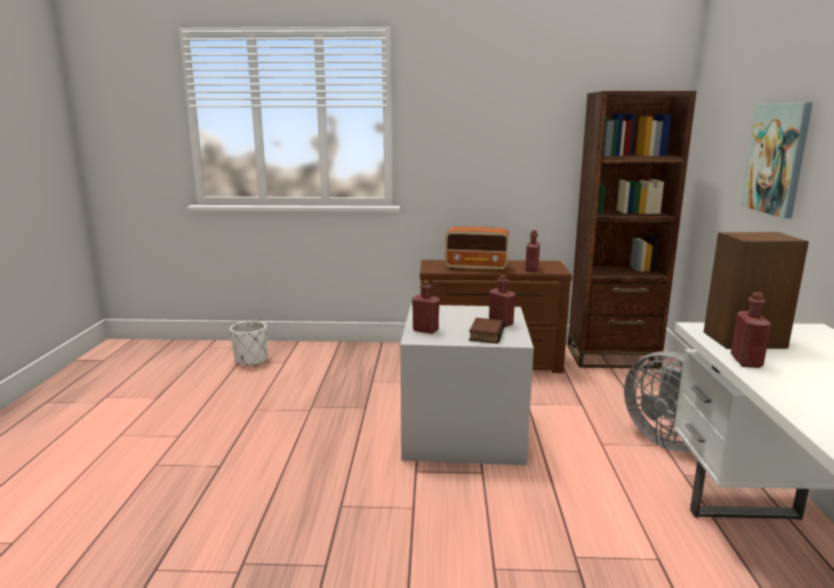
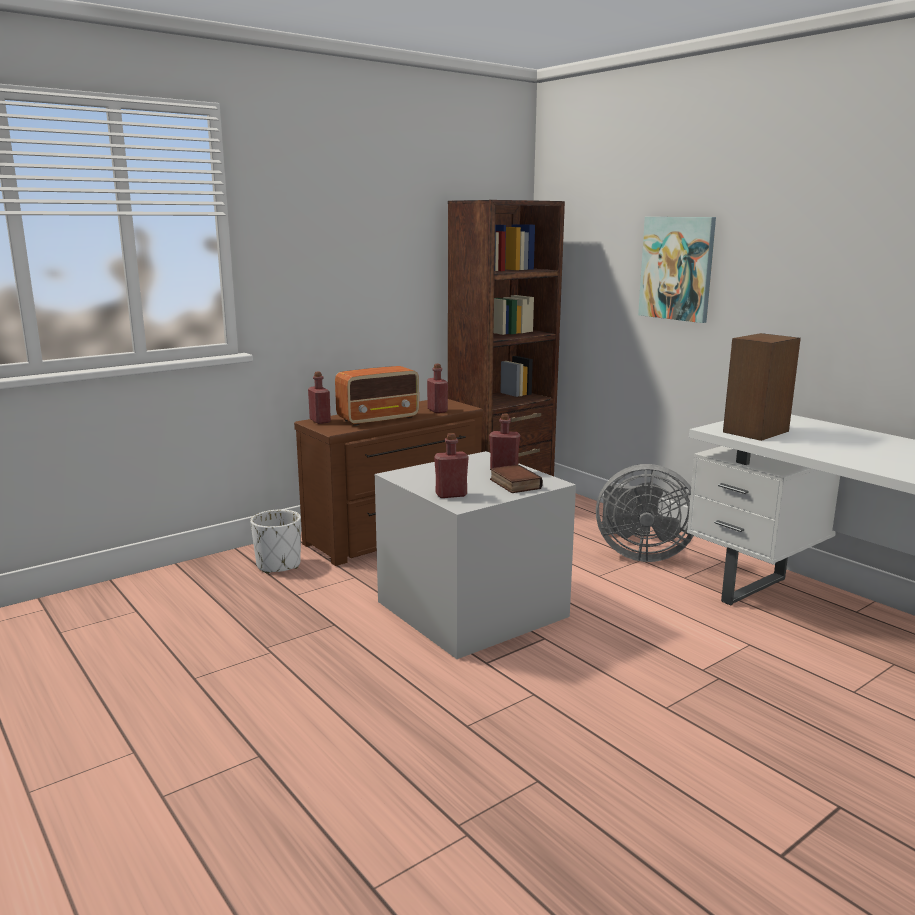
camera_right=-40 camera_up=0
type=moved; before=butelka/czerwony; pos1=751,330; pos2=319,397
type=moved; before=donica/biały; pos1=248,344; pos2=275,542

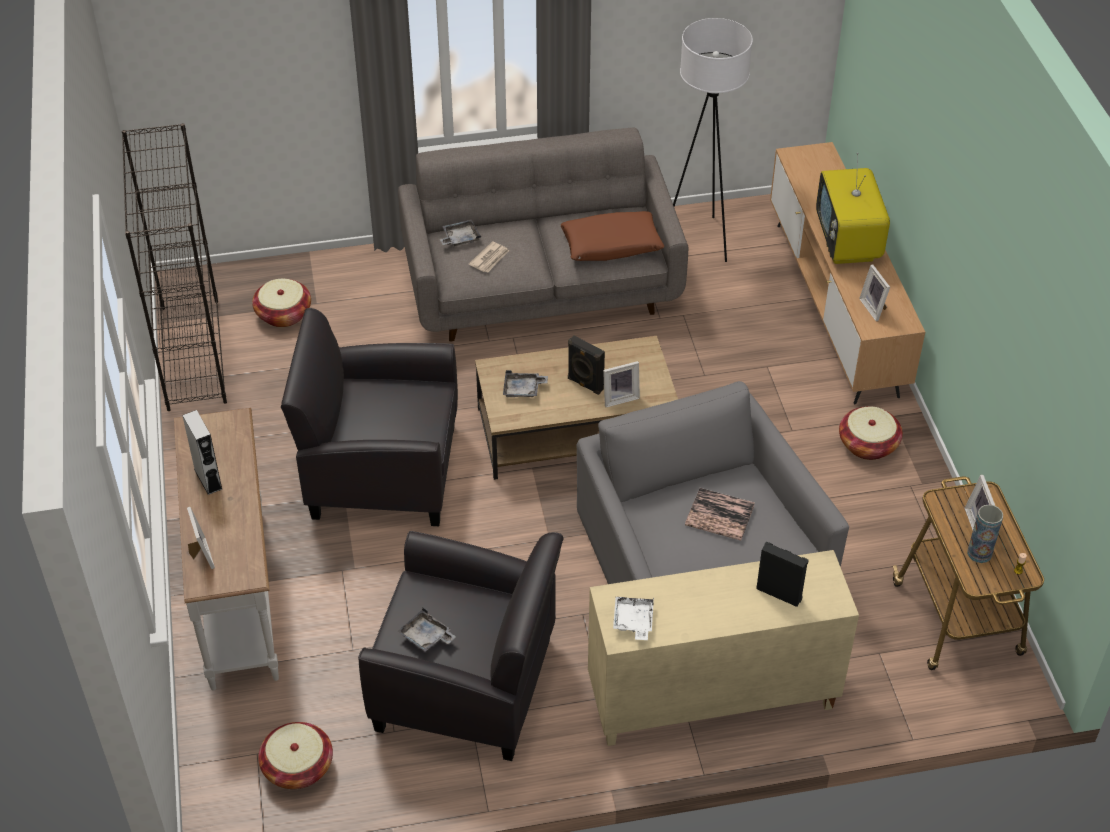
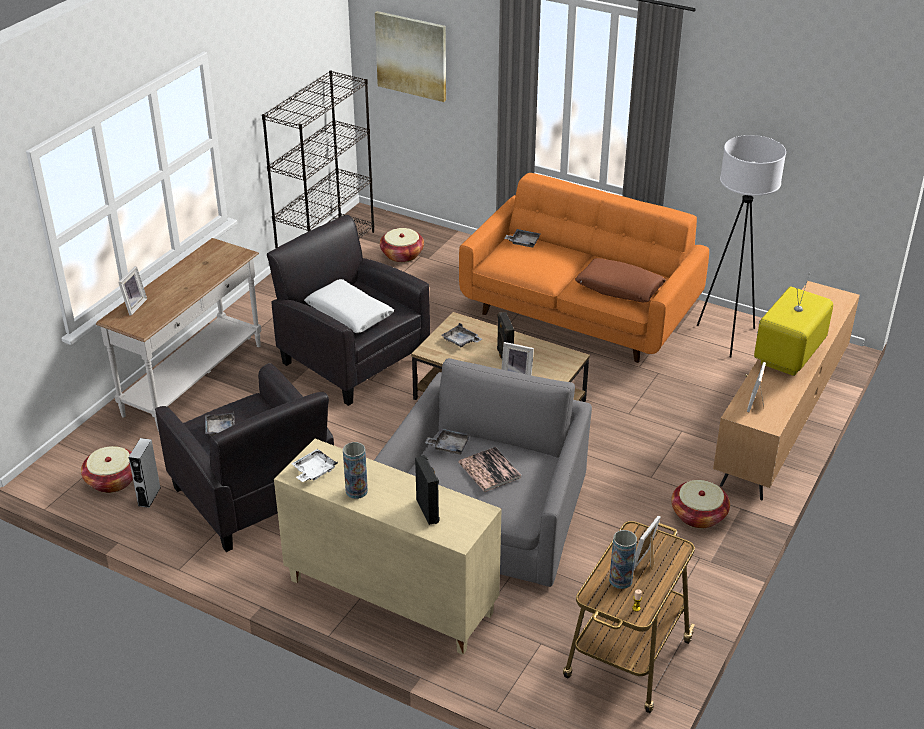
camera_right=40 camera_up=-10
type=recoloured; before=kanapa/szary; after=kanapa/pomarańczowy; pos1=543,235; pos2=584,268
type=removed; before=gazeta; pos1=489,257
type=moved; before=głośnik/szary; pos1=202,452; pos2=145,473
type=added; after=obraz; pos2=410,56
type=added; after=poduszka/biały; pos2=349,306
type=added; after=taca/szary; pos2=447,441
type=added; after=wazon; pos2=355,470

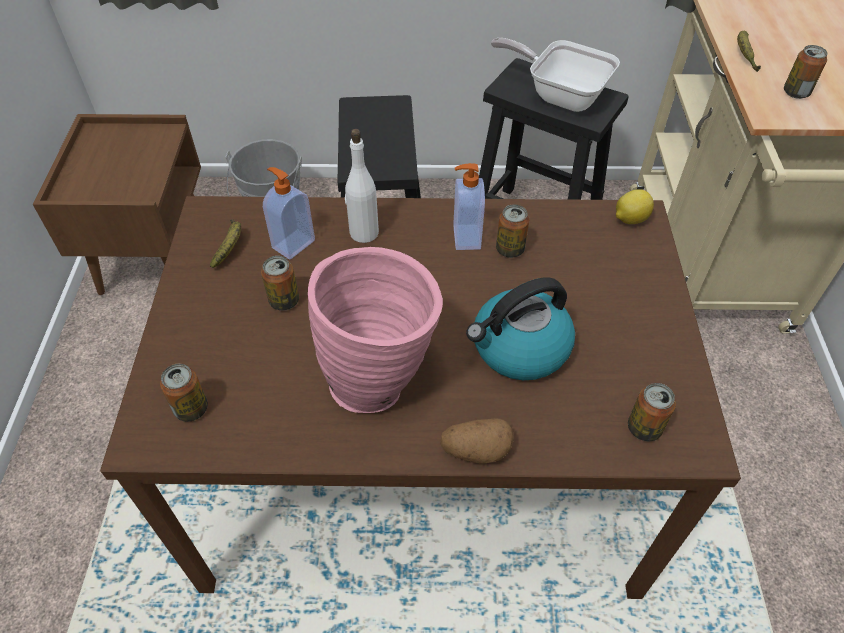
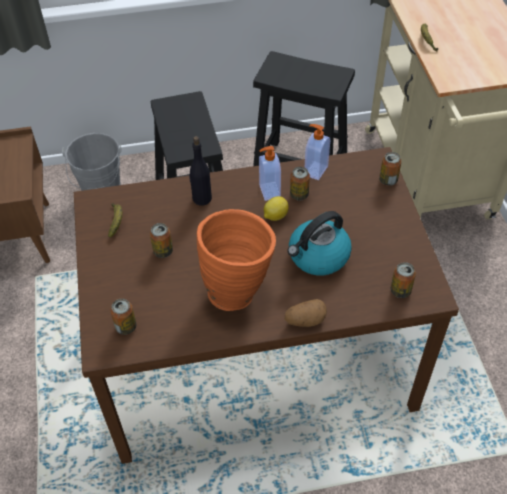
camera_right=-10 camera_up=0
type=removed; before=patelnia; pos1=555,75
type=moved; before=puszka; pos1=806,72; pos2=390,169
type=recoloured; before=butelka/biały; after=butelka/czarny; pos1=362,186; pos2=200,171
type=moved; before=dozownik mydła; pos1=289,213; pos2=317,152
type=moved; before=cytryna; pos1=635,206; pos2=276,208
type=recoloured; before=wazon/różowy; after=wazon/pomarańczowy; pos1=375,330; pos2=236,260

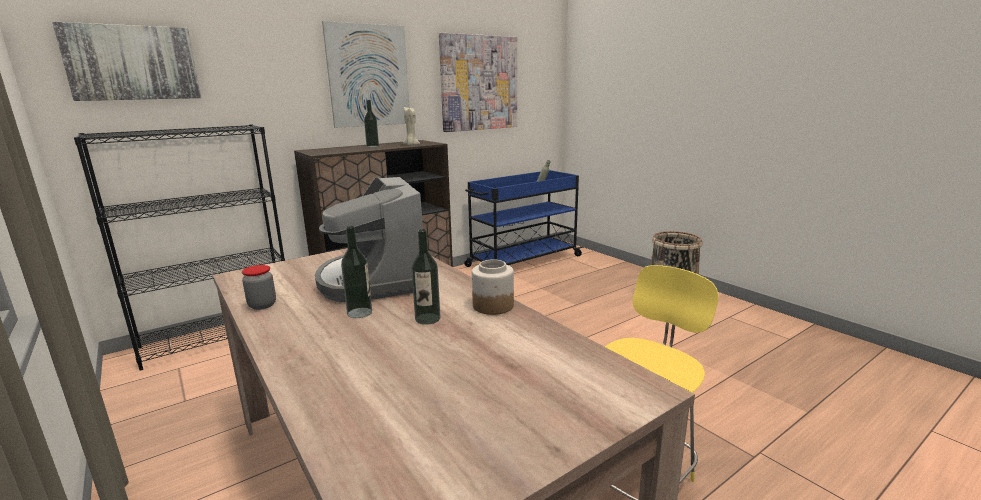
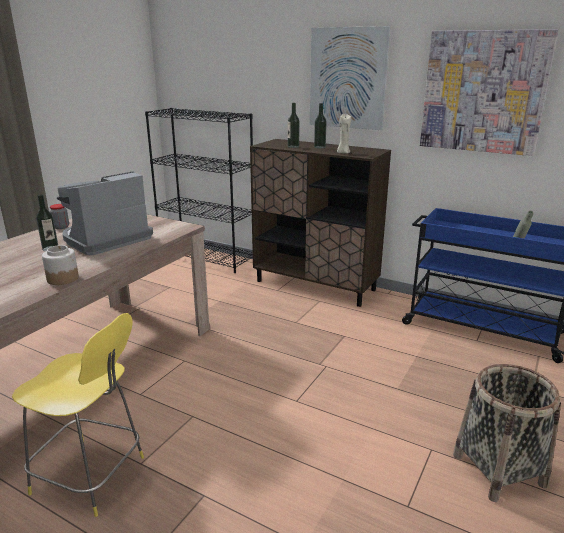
camera_right=65 camera_up=5
type=removed; before=obraz; pos1=126,61
type=moved; before=butelka; pos1=425,277; pos2=294,125

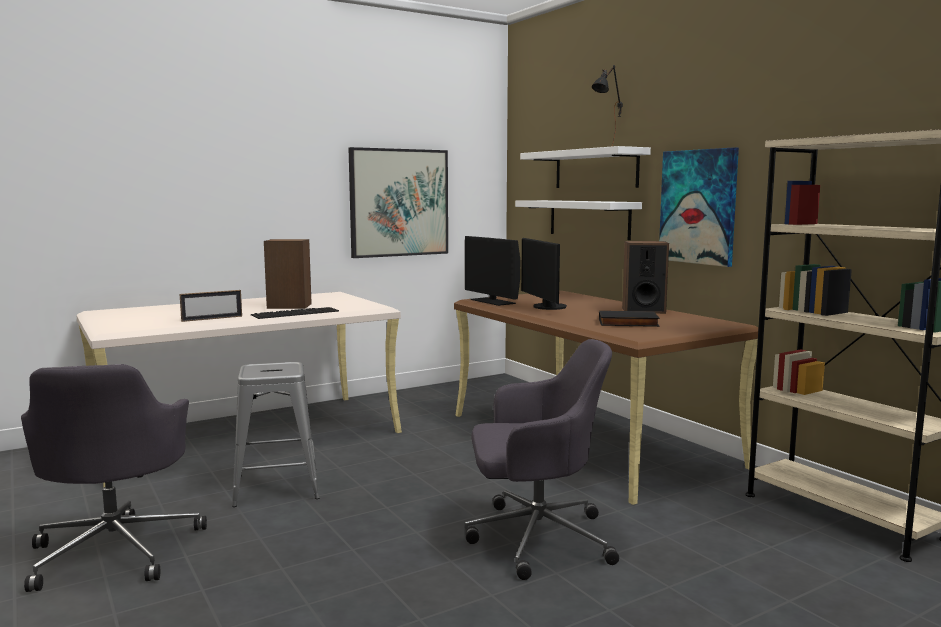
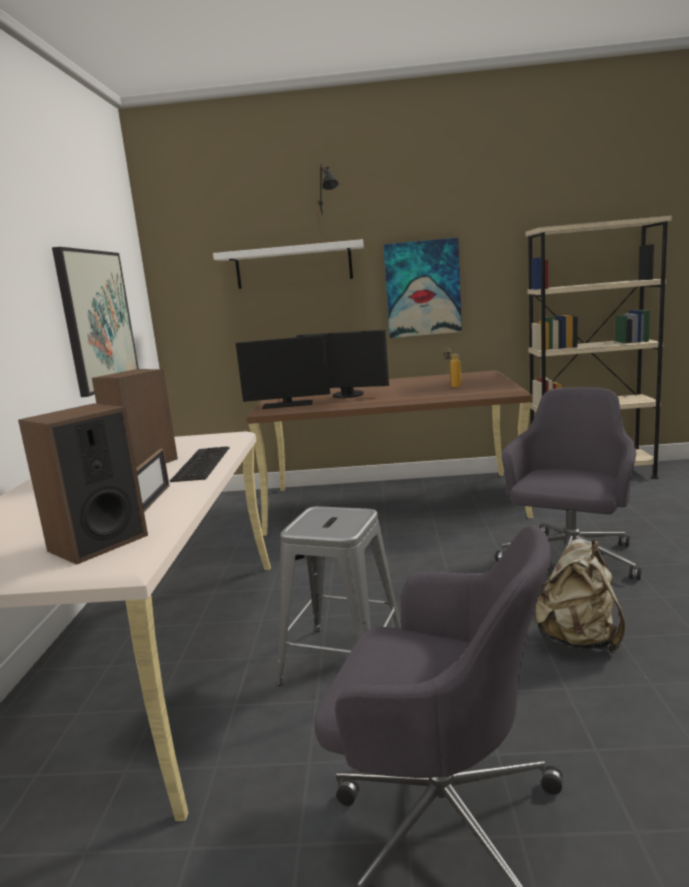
camera_right=-55 camera_up=5
type=removed; before=półka/biały; pos1=578,220
type=moved; before=głośnik; pos1=645,277; pos2=83,484
type=replaced; before=książka/czarny; after=butelka; pos1=629,319; pos2=452,367
type=added; after=plecak/beżowy; pos2=579,596

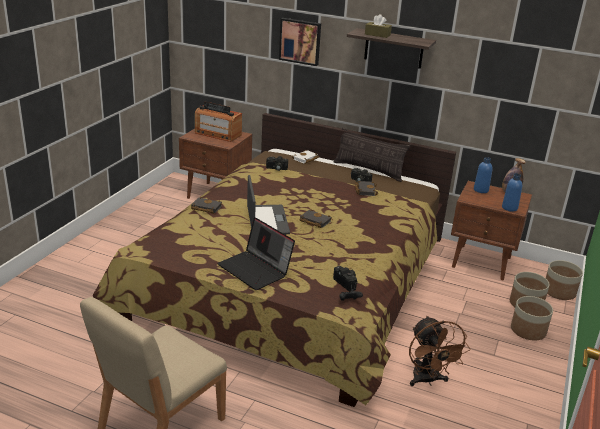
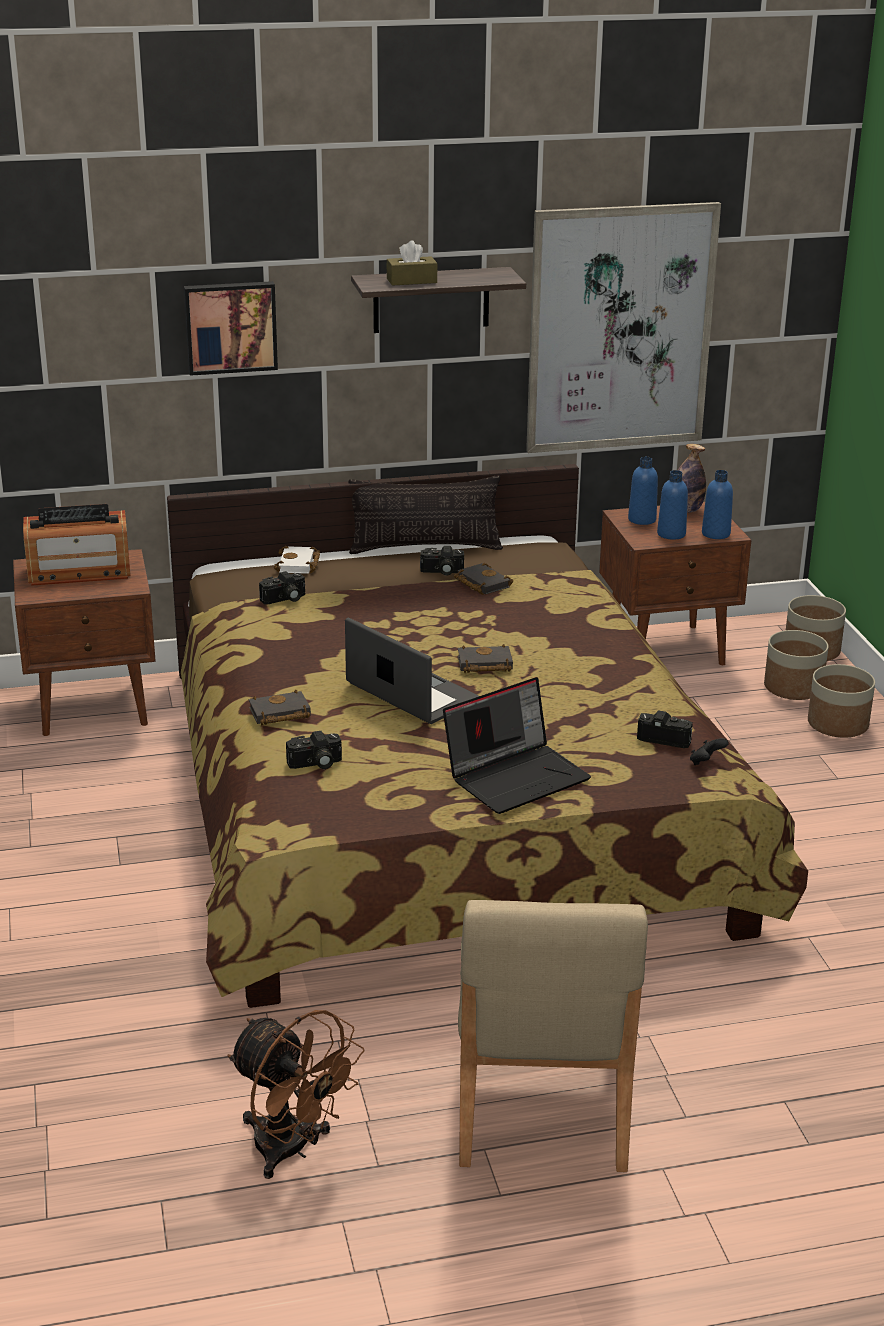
camera_right=-35 camera_up=0
type=turned; before=laptop; pos1=256,253; pos2=517,745; turn=-45
type=moved; before=wentylator/brązowy; pos1=440,351; pos2=295,1094
type=added; after=obraz; pos2=623,327
type=added; after=butelka/niebieski; pos2=672,505
type=added; after=aparat fotograficzny; pos2=314,750

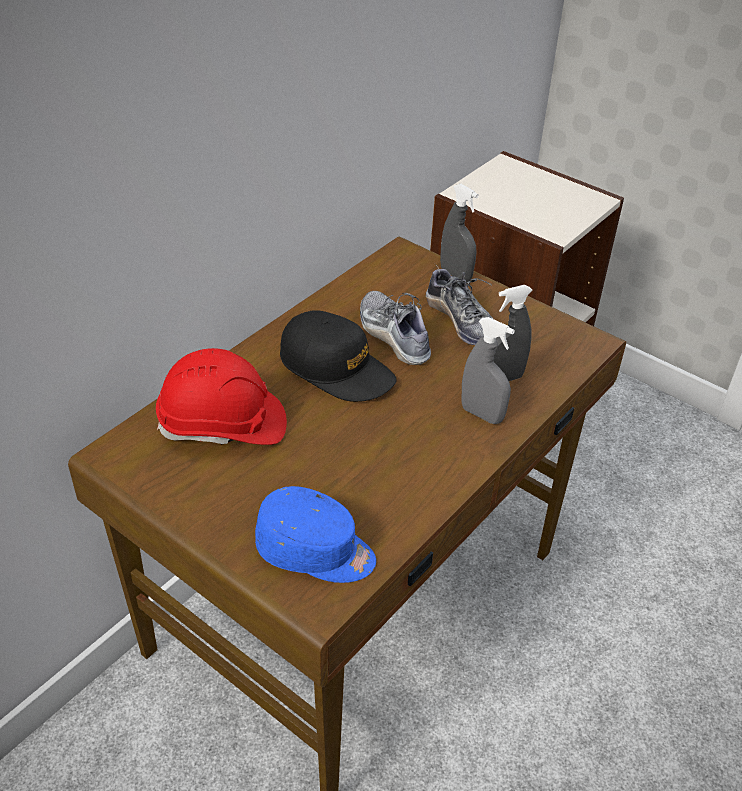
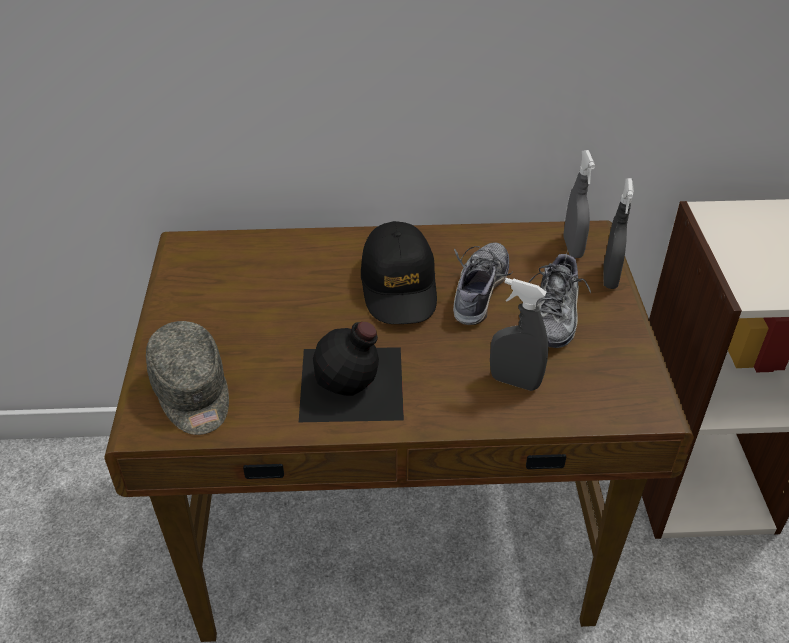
camera_right=50 camera_up=0
type=moved; before=spryskiwacz/szary; pos1=488,370; pos2=579,204
type=removed; before=kask/czerwony; pos1=221,396
type=recoloured; before=czapka z daszkiem/niebieski; after=czapka z daszkiem/szary; pos1=315,534; pos2=187,378
type=added; after=butelka/czarny; pos2=351,372

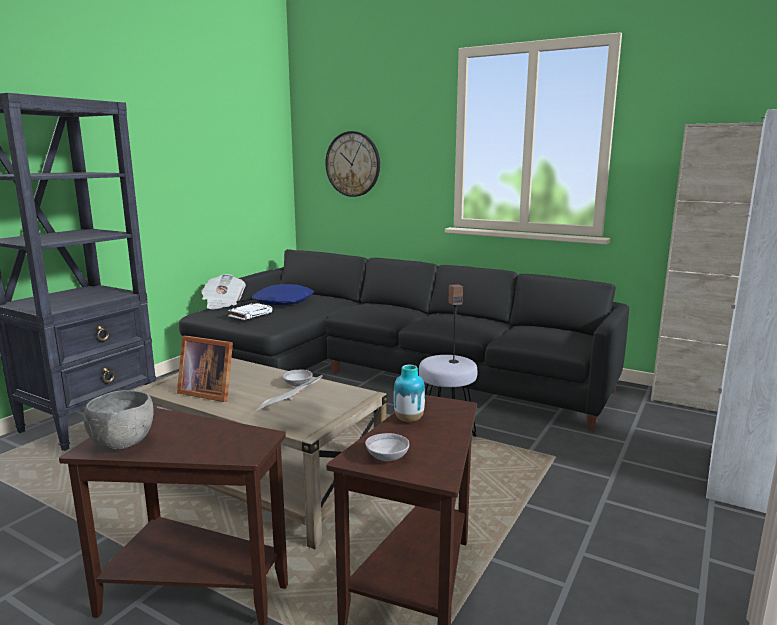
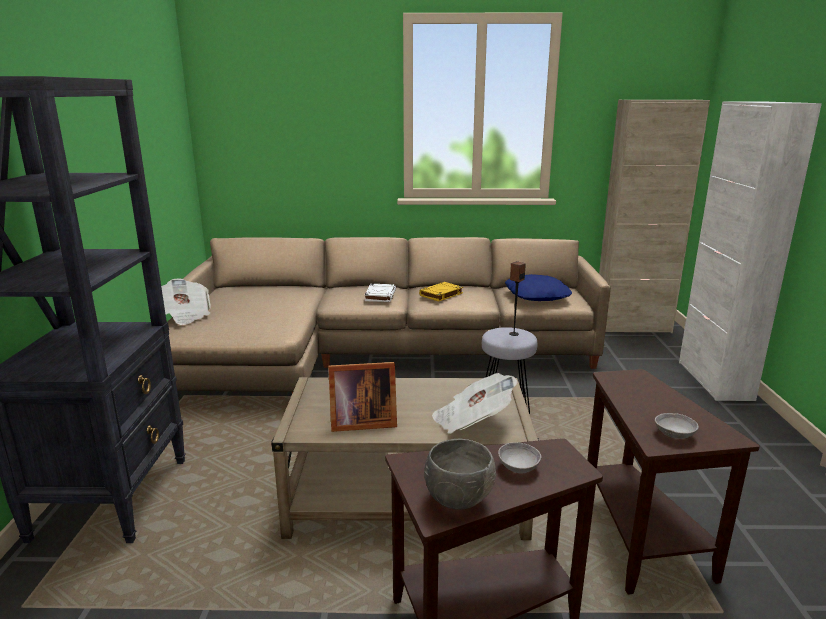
camera_right=-30 camera_up=5
type=removed; before=zegar ścienny; pos1=352,164
type=recoloured; before=kanapa/czarny; after=kanapa/beżowy; pos1=404,340; pos2=389,315
type=moved; before=poduszka/niebieski; pos1=283,294; pos2=538,287
type=moved; before=książka/biały; pos1=250,311; pos2=380,293
type=removed; before=wazon; pos1=409,393
type=moved; before=miska/szary; pos1=298,378; pos2=520,457
type=added; after=książka/żółty; pos2=441,292

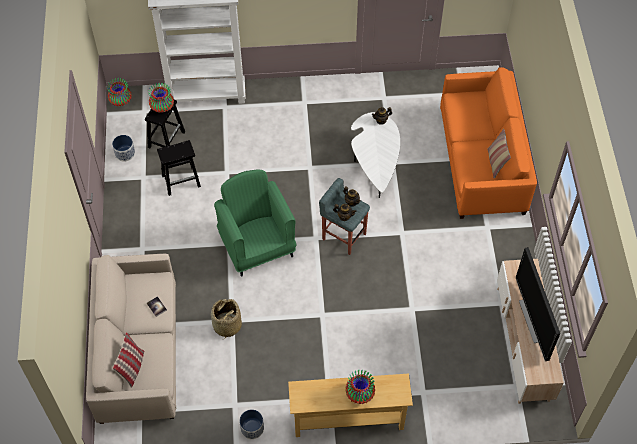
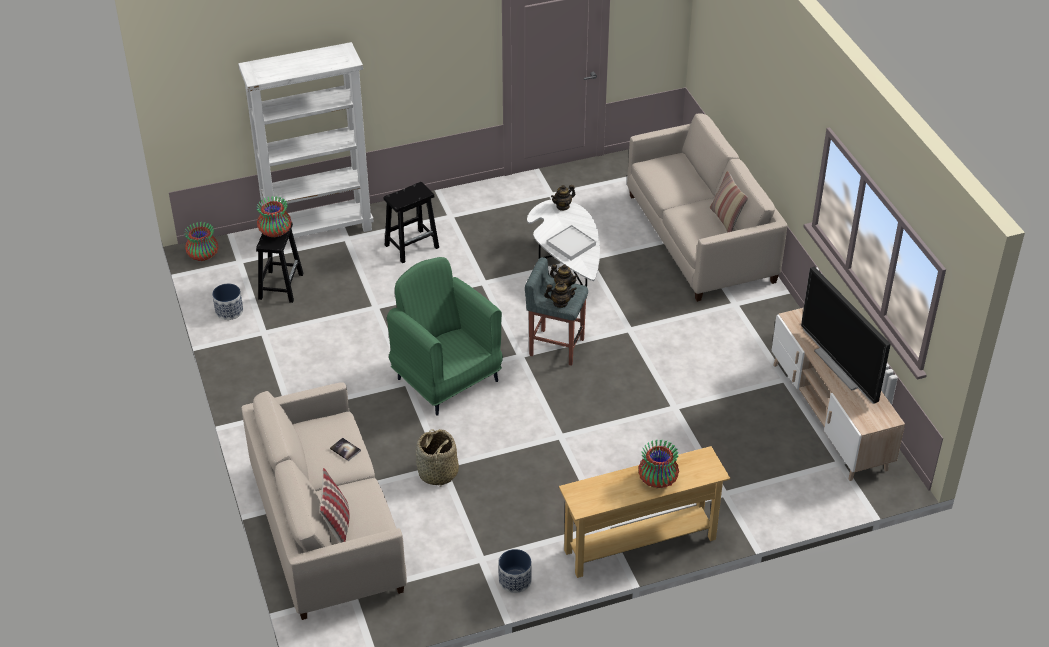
camera_right=-15 camera_up=-15
type=recoloured; before=kanapa/pomarańczowy; after=kanapa/beżowy; pos1=488,143; pos2=707,207
type=moved; before=stołek/czarny; pos1=179,168; pos2=411,222
type=added; after=taca/biały; pos2=571,242

